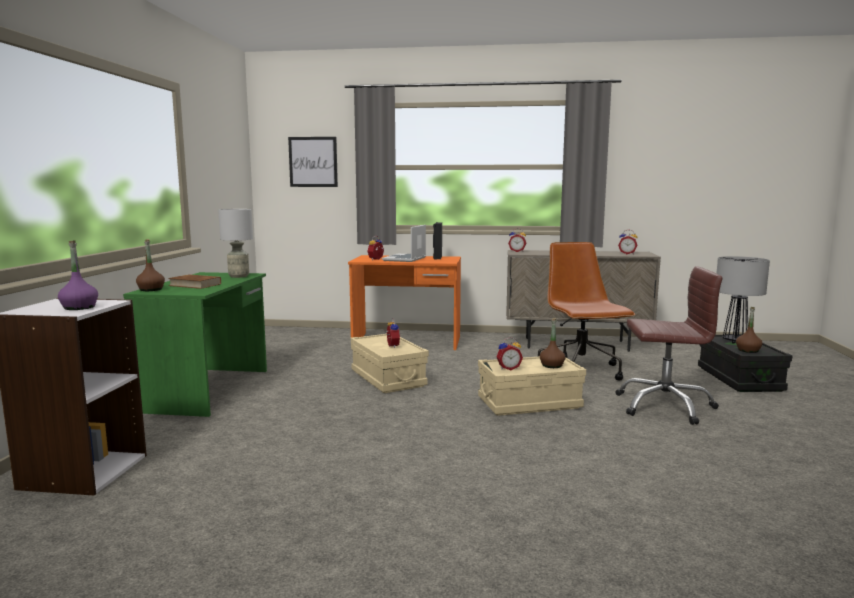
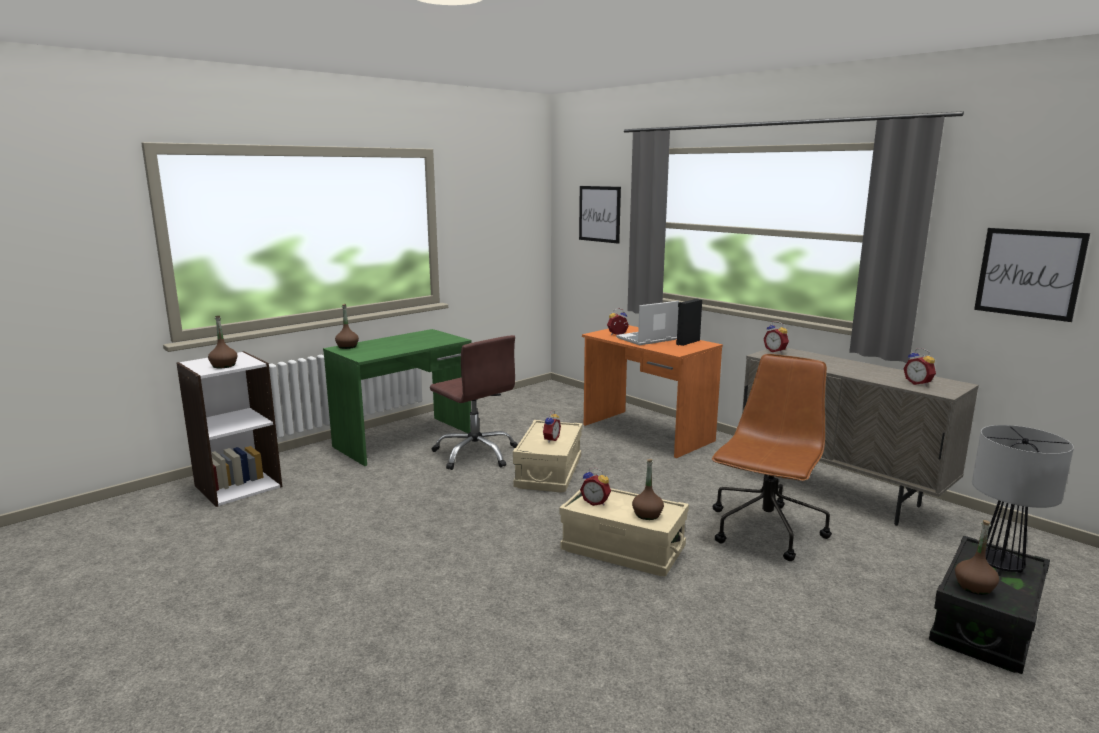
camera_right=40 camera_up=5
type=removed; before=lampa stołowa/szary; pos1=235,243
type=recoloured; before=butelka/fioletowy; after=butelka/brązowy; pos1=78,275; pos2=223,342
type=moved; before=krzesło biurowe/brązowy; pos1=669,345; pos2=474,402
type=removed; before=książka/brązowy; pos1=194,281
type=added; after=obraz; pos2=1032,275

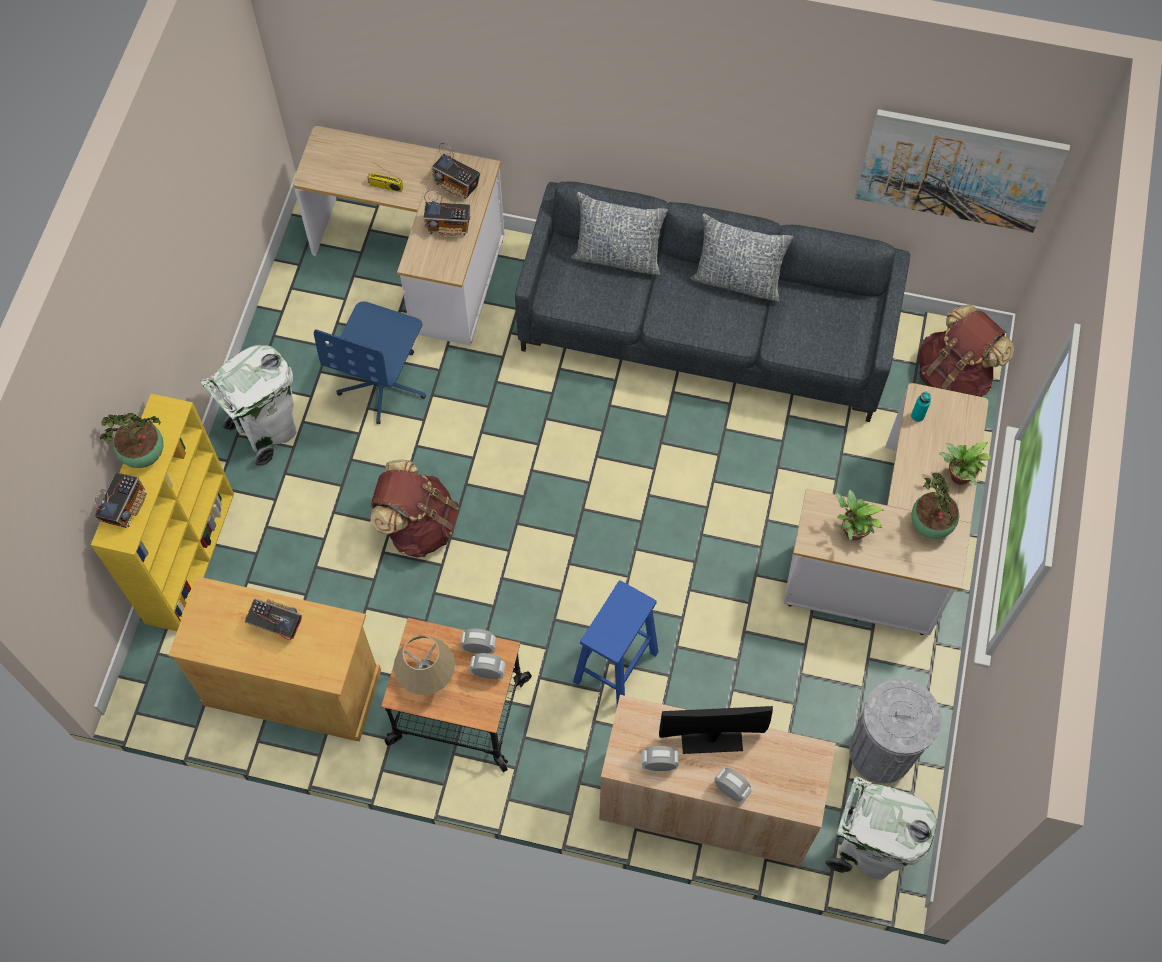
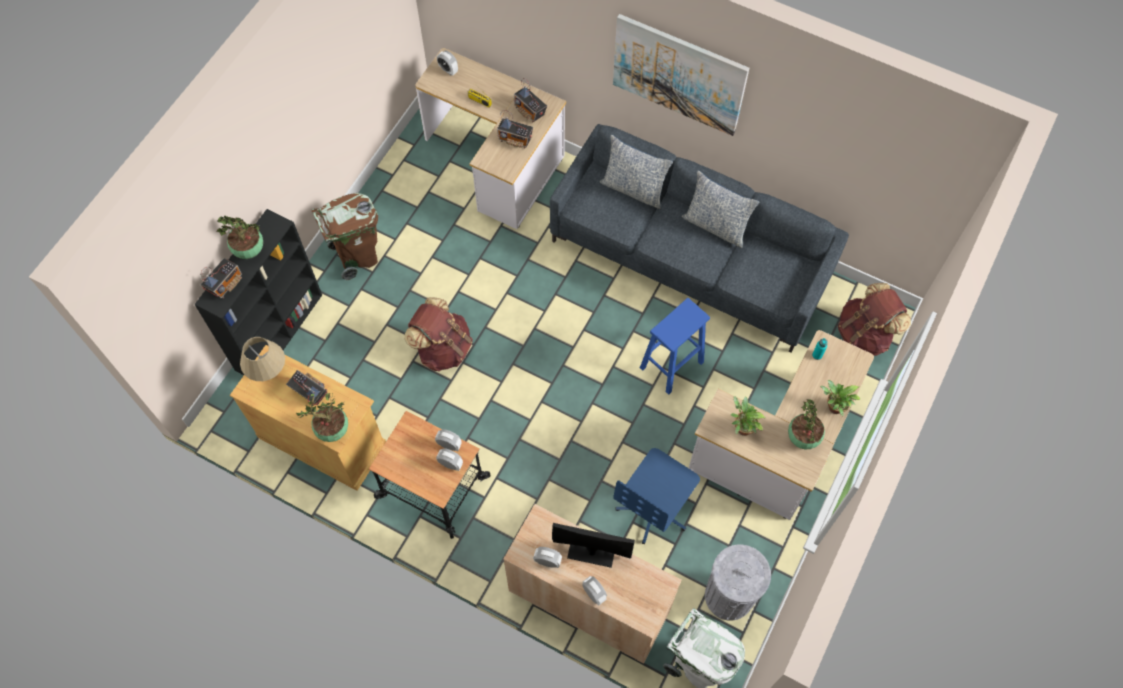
camera_right=15 camera_up=0
type=moved; before=obraz; pos1=962,171; pos2=681,75
type=moved; before=krzesło biurowe/niebieski; pos1=370,362; pos2=656,496
type=recoloured; before=kosz na śmieci/biały; after=kosz na śmieci/brązowy; pos1=248,406; pos2=345,237
type=recoloured; before=regał/żółty; after=regał/czarny; pos1=162,512; pos2=258,292
type=moved; before=stołek/niebieski; pos1=615,642; pos2=675,346
type=moved; before=lampa stołowa/beżowy; pos1=424,665; pos2=262,359
type=added; after=budzik; pos2=447,63
type=added; after=roślina doniczkowa; pos2=322,417

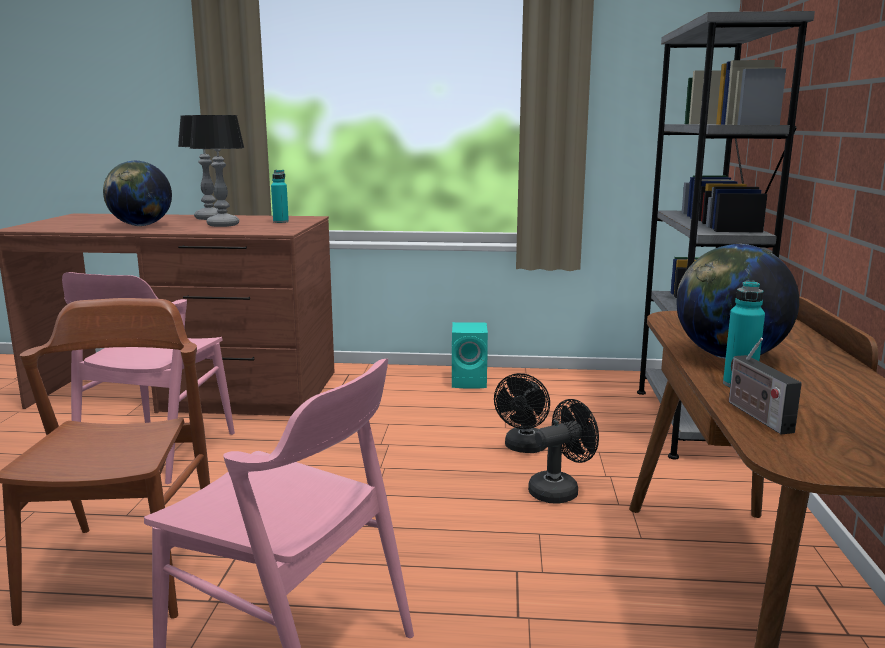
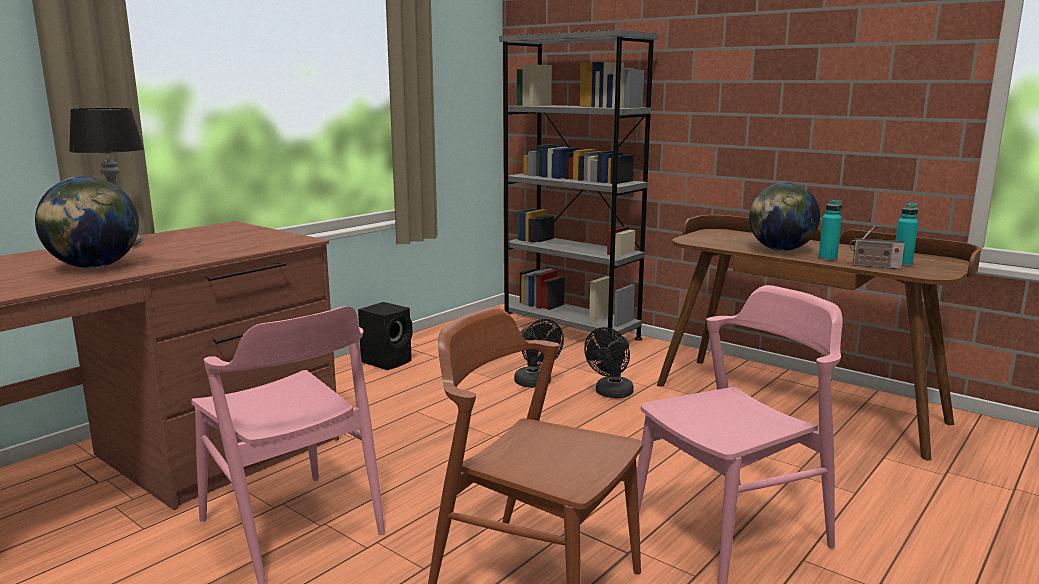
camera_right=-55 camera_up=0
type=removed; before=lampa stołowa; pos1=217,171
type=moved; before=butelka/turkusowy; pos1=280,196; pos2=906,234
type=recoloured; before=głośnik/turkusowy; after=głośnik/czarny; pos1=470,355; pos2=385,336
type=turned; before=wentylator/czarny; pos1=563,451; pos2=609,363; turn=-150

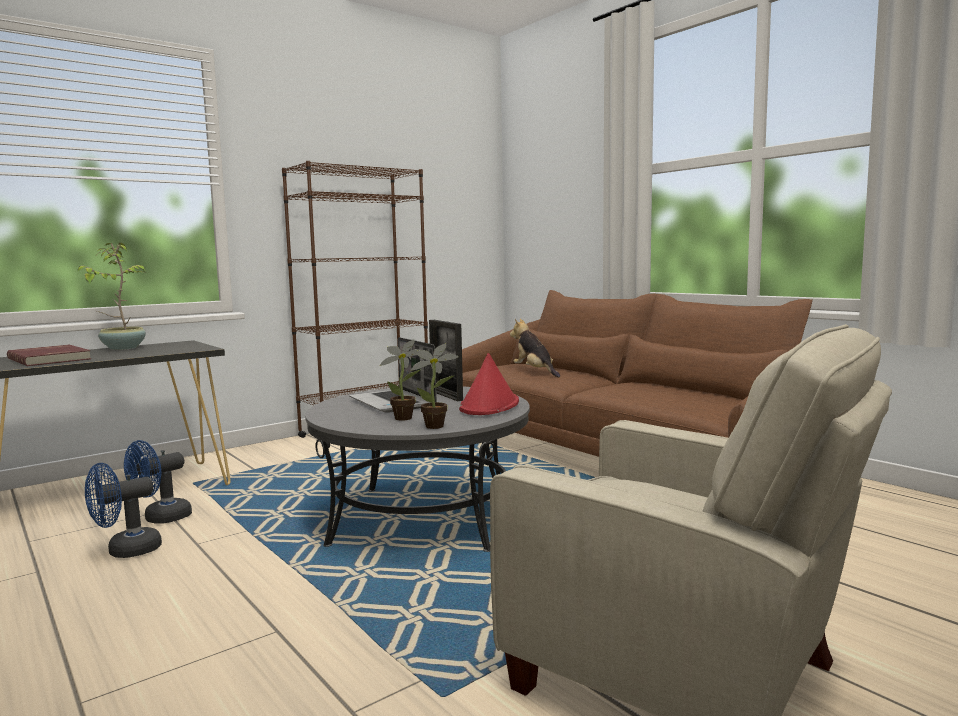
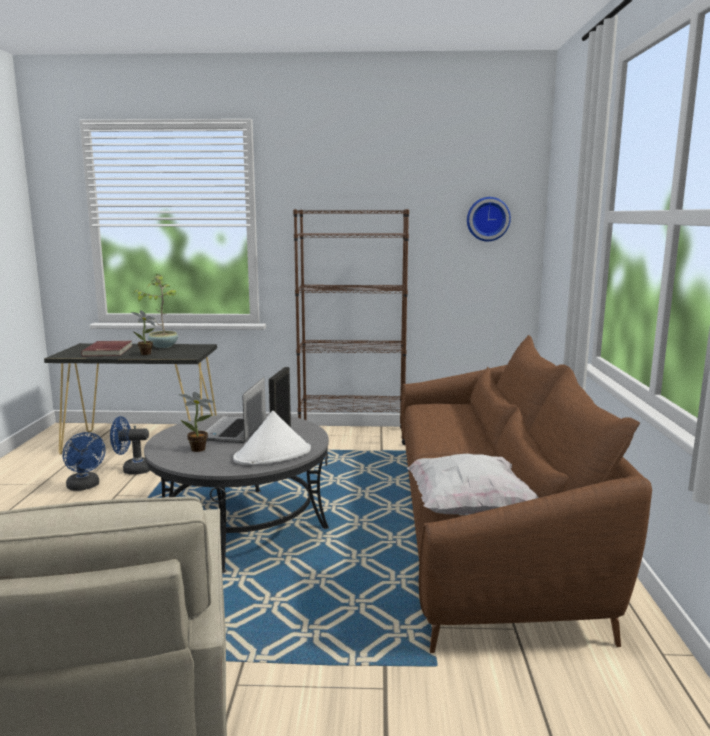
camera_right=40 camera_up=5
type=removed; before=pluszak; pos1=535,348
type=moved; before=roślina doniczkowa; pos1=435,386; pos2=143,332
type=recoloured; before=kapelusz/czerwony; after=kapelusz/biały; pos1=489,384; pos2=272,438
type=turned; before=wentylator/niebieski; pos1=123,510; pos2=84,461; turn=-135
type=added; after=zegar ścienny; pos2=489,219
type=added; after=poduszka/biały; pos2=473,484

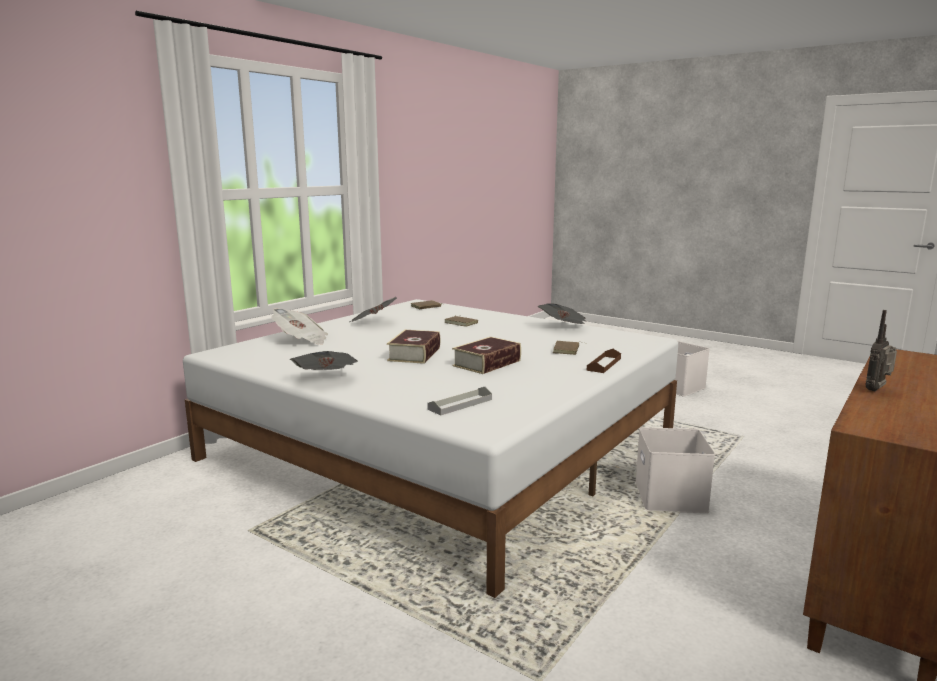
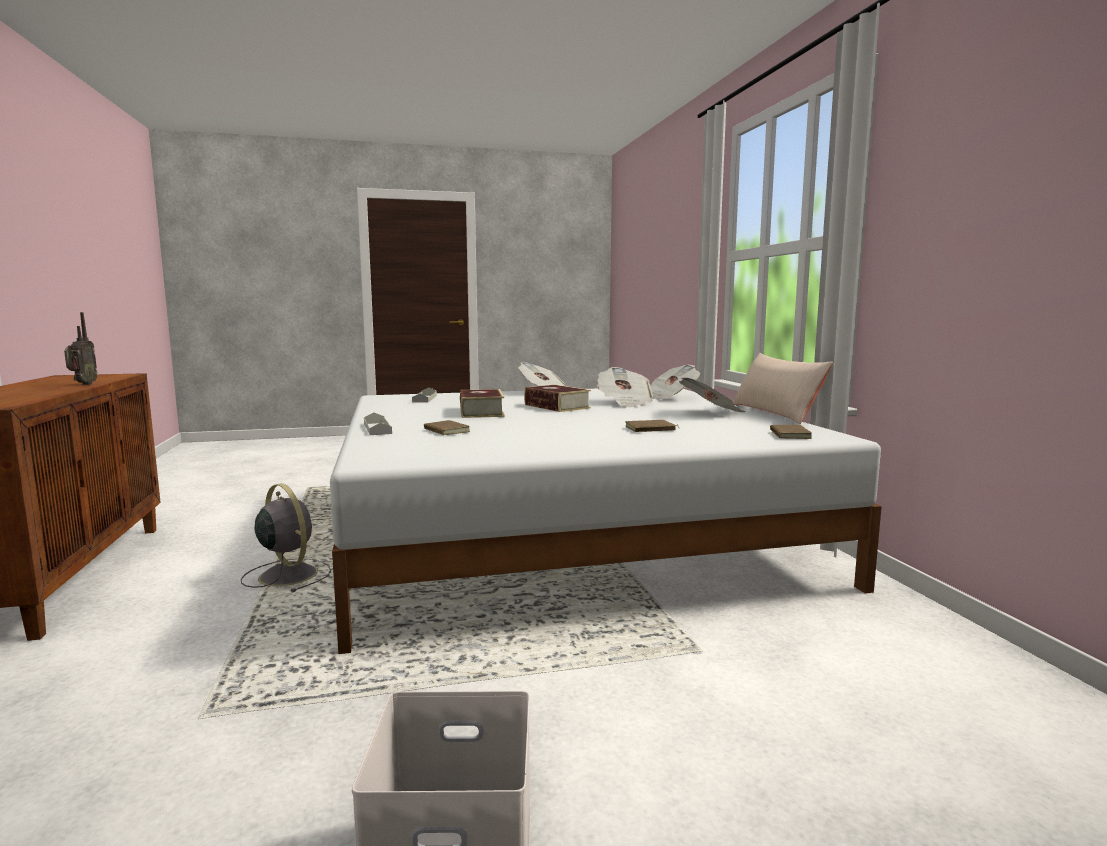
camera_right=130 camera_up=-5
type=moved; before=gazeta; pos1=561,313; pos2=625,387
type=recoloured; before=taca/brązowy; after=taca/szary; pos1=604,361; pos2=378,423
type=replaced; before=pojemnik do przechowywania/biały; after=wentylator/szary; pos1=675,470; pos2=286,538
type=added; after=poduszka/beżowy; pos2=783,388

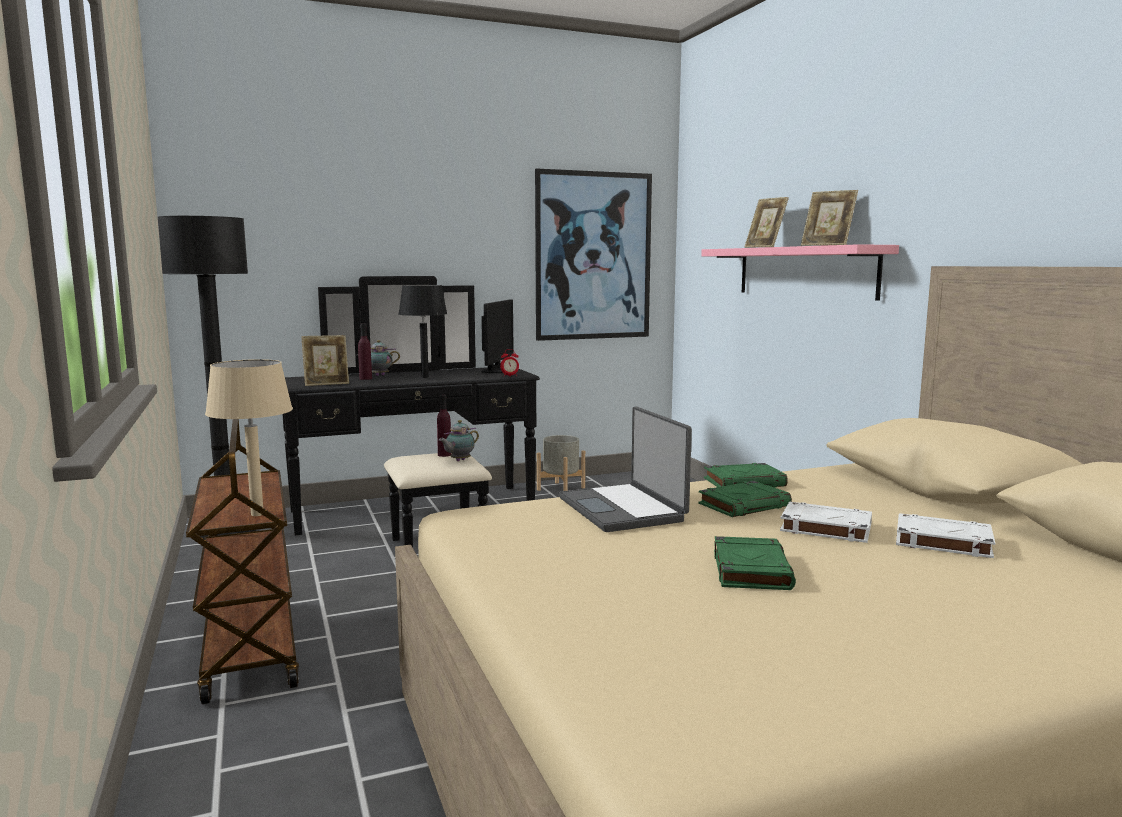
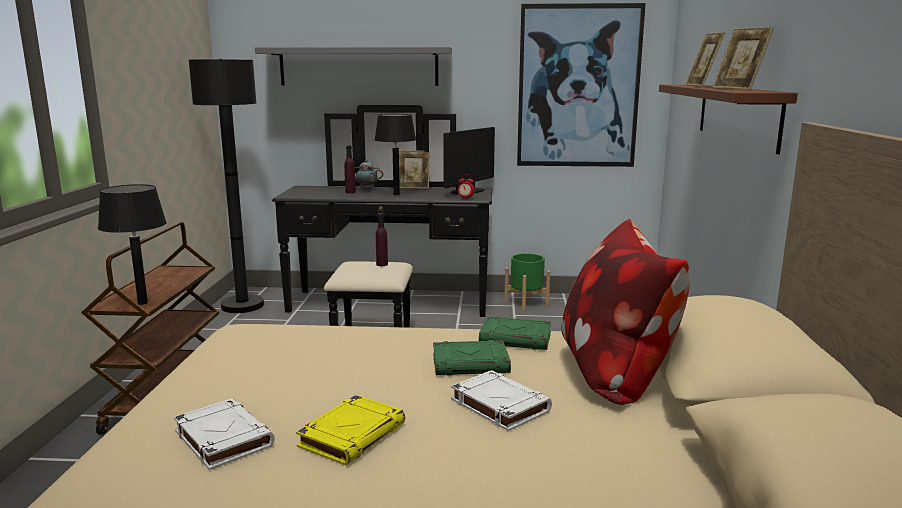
camera_right=25 camera_up=5
type=recoloured; before=półka/różowy; after=półka/brązowy; pos1=800,272; pos2=728,120
type=moved; before=ramka na zdjęcie; pos1=325,360; pos2=414,169
type=recoloured; before=lampa stołowa/beżowy; after=lampa stołowa/czarny; pos1=249,437; pos2=132,244
type=removed; before=laptop; pos1=625,469
type=removed; before=imbryk; pos1=459,440
type=recoloured; before=donica/szary; after=donica/zielony; pos1=561,463; pos2=527,282
type=moved; before=książka/biały; pos1=945,535; pos2=224,434
type=recoloured; before=książka/zielony; after=książka/żółty; pos1=755,563; pos2=350,430
type=added; after=półka/szary; pos2=353,66
type=added; after=poduszka; pos2=625,312

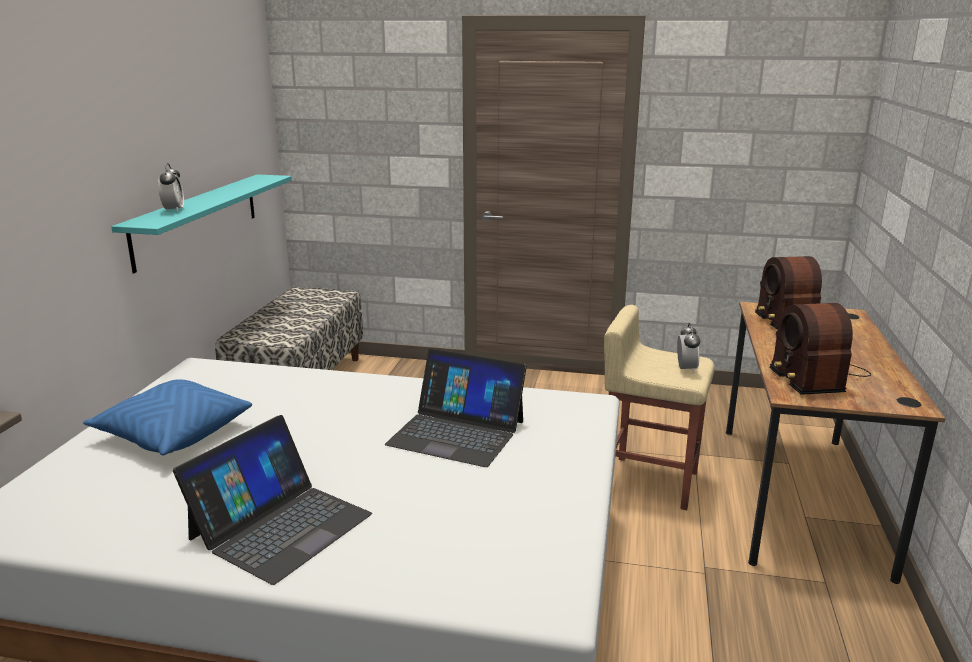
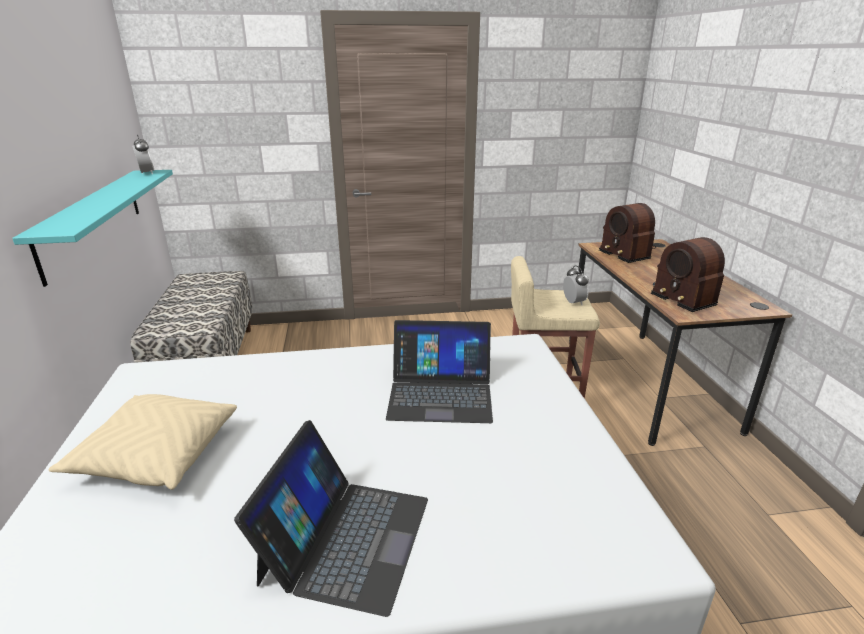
camera_right=-20 camera_up=5
type=moved; before=budzik; pos1=171,187; pos2=143,154
type=recoloured; before=poduszka/niebieski; after=poduszka/beżowy; pos1=167,417; pos2=143,442

